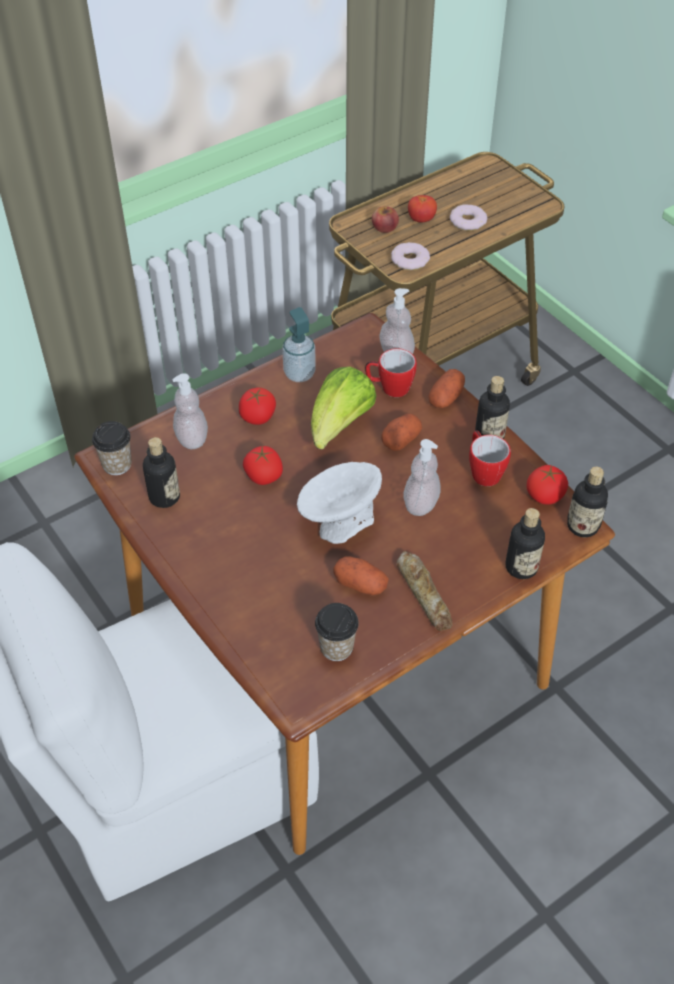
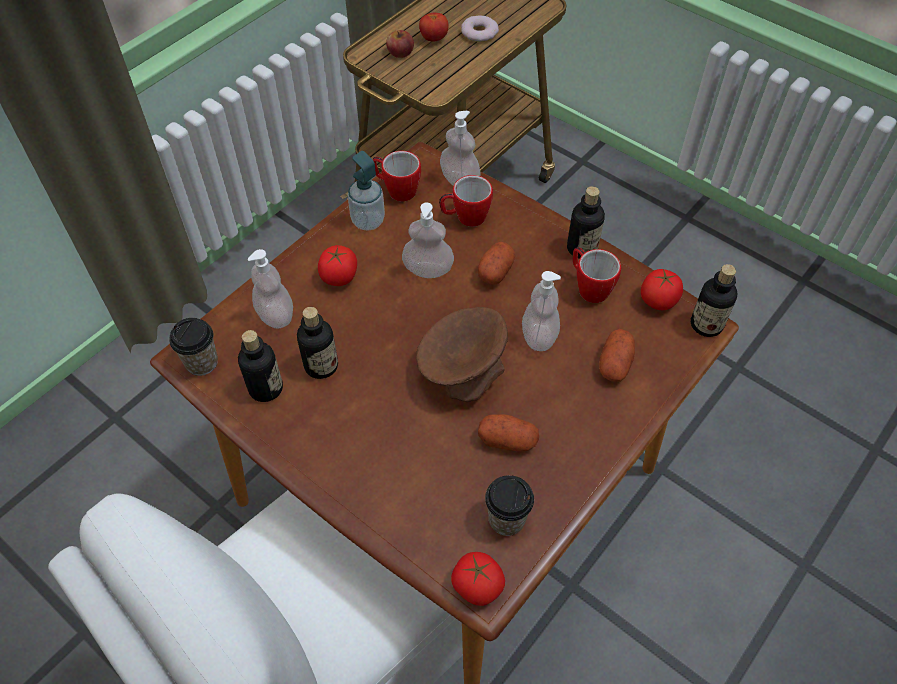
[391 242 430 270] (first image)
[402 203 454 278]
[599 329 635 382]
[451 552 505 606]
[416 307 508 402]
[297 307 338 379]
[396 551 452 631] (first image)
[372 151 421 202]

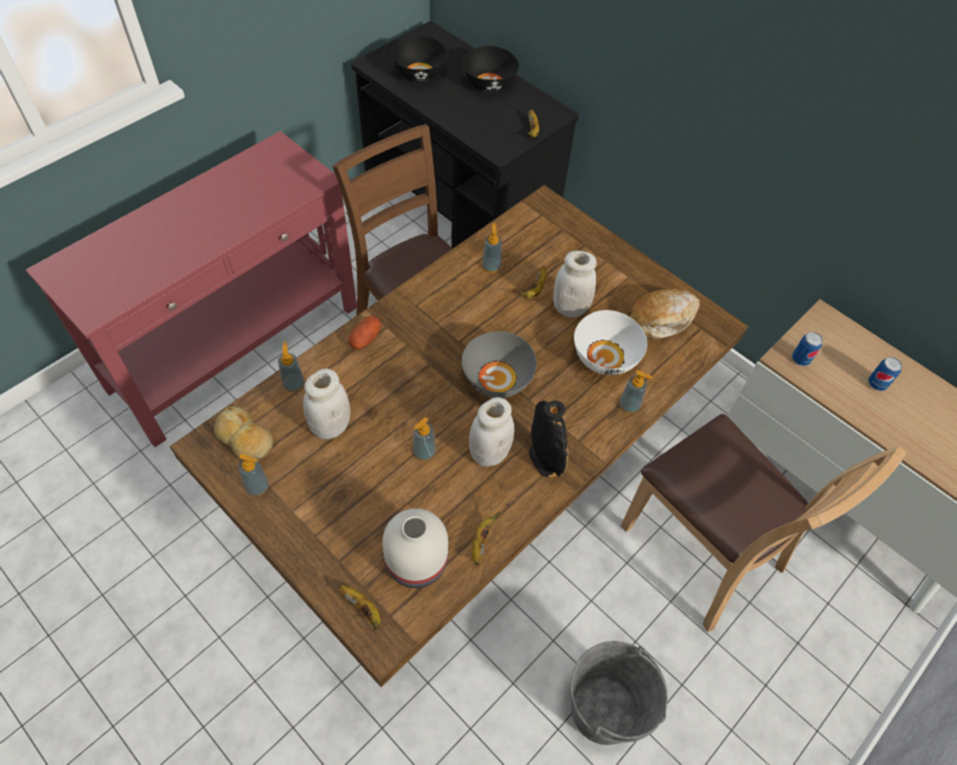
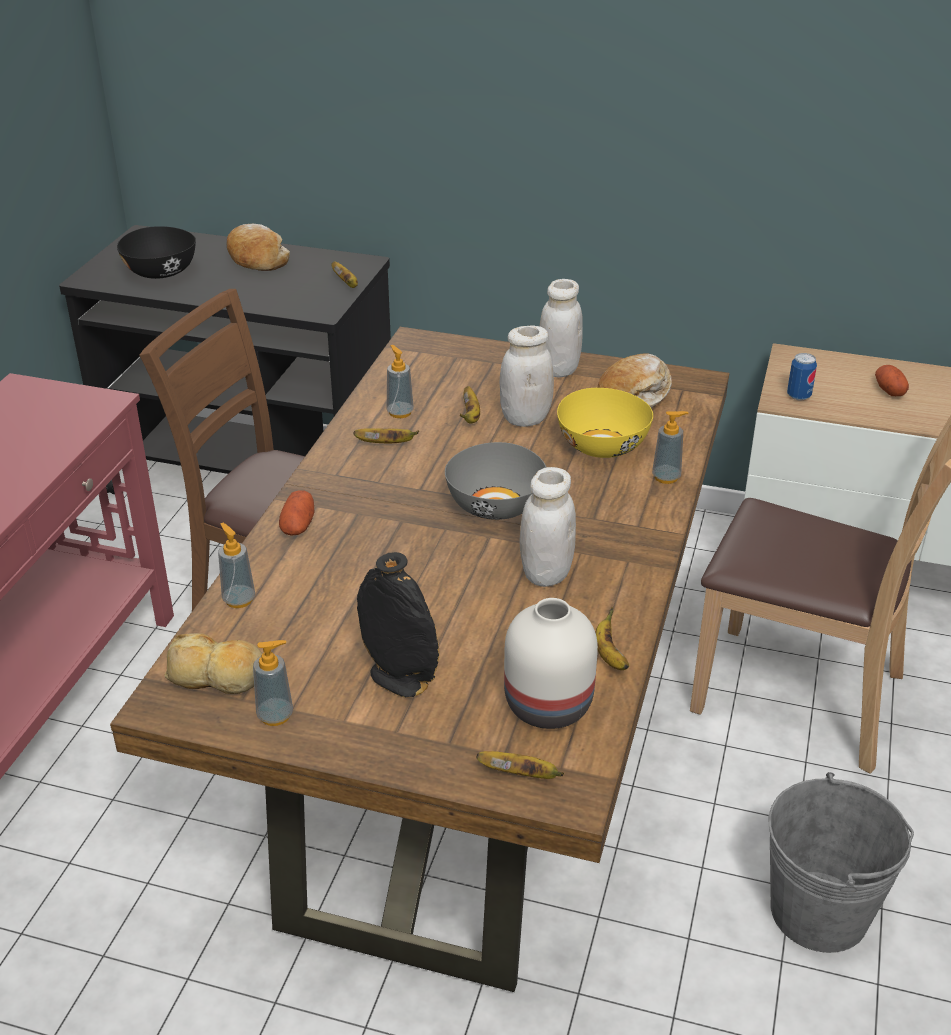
[227 224 290 271]
[557 388 653 458]
[875 365 909 396]
[540 279 583 378]
[357 552 440 698]
[413 417 436 461] (first image)
[354 428 419 443]

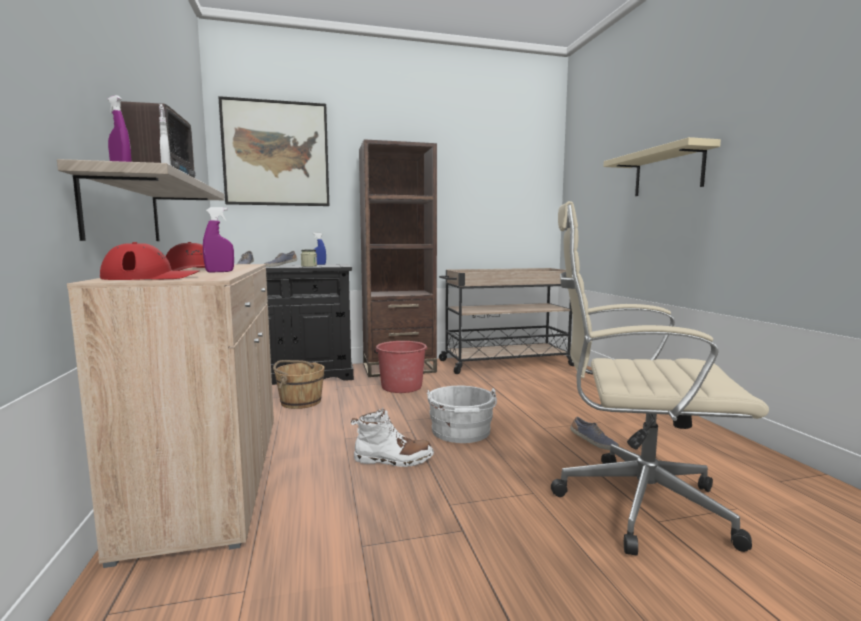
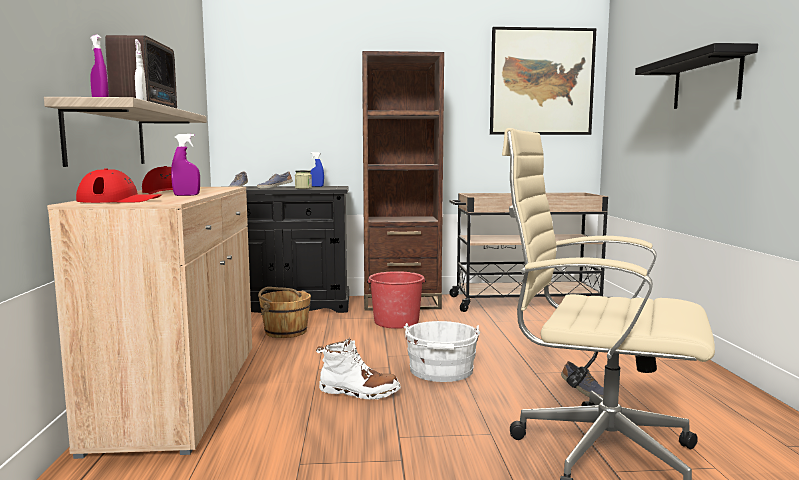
[490 27 596 135]
[635 43 758 109]

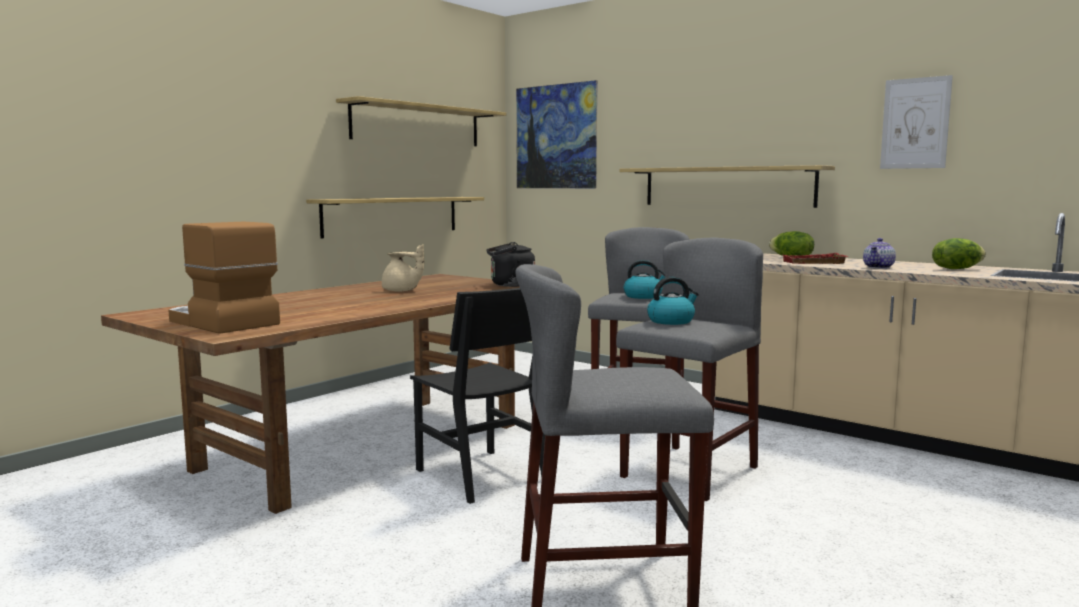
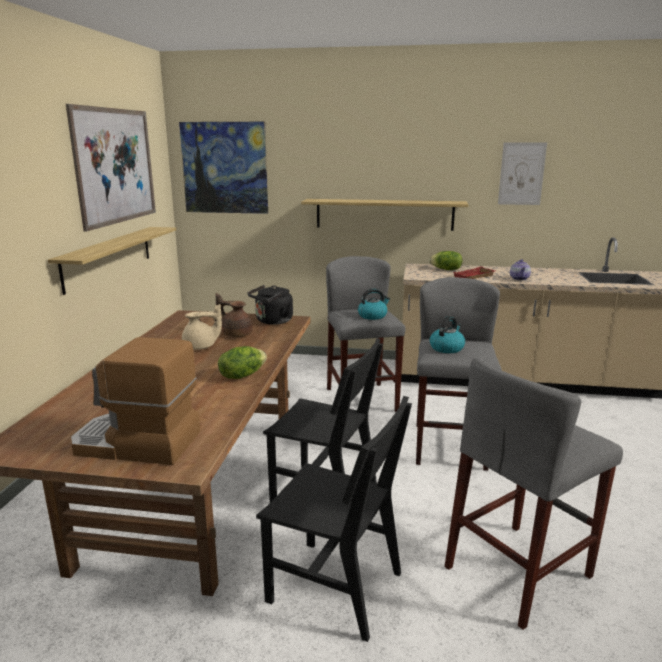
[66 104 156 232]
[218 346 267 379]
[215 293 253 337]
[256 396 412 642]

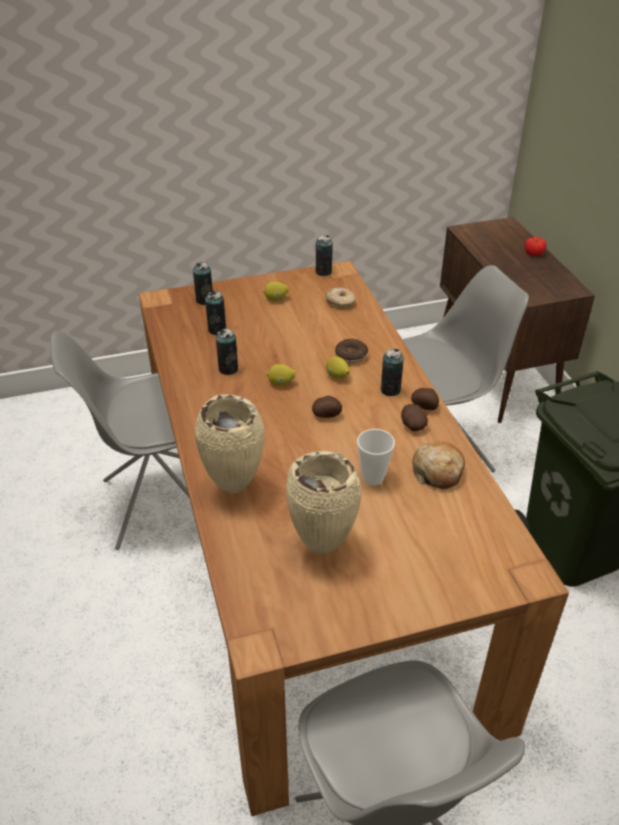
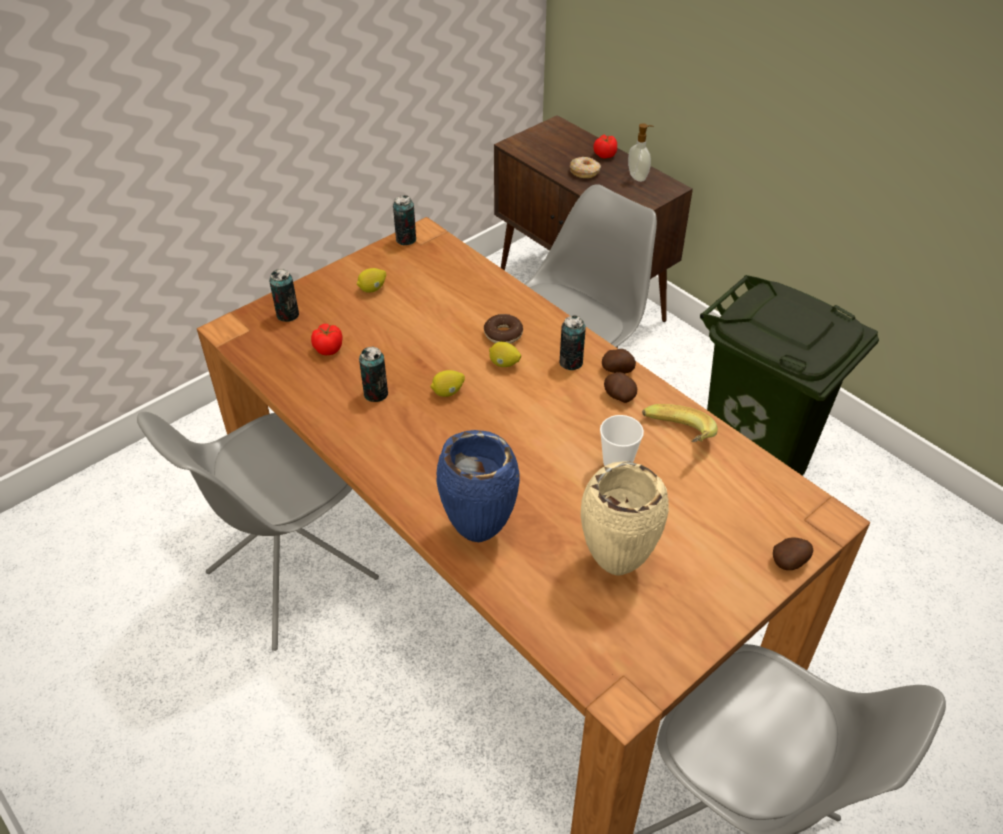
[570 157 601 178]
[311 324 343 356]
[437 430 520 542]
[773 537 813 570]
[642 404 718 443]
[628 123 653 182]

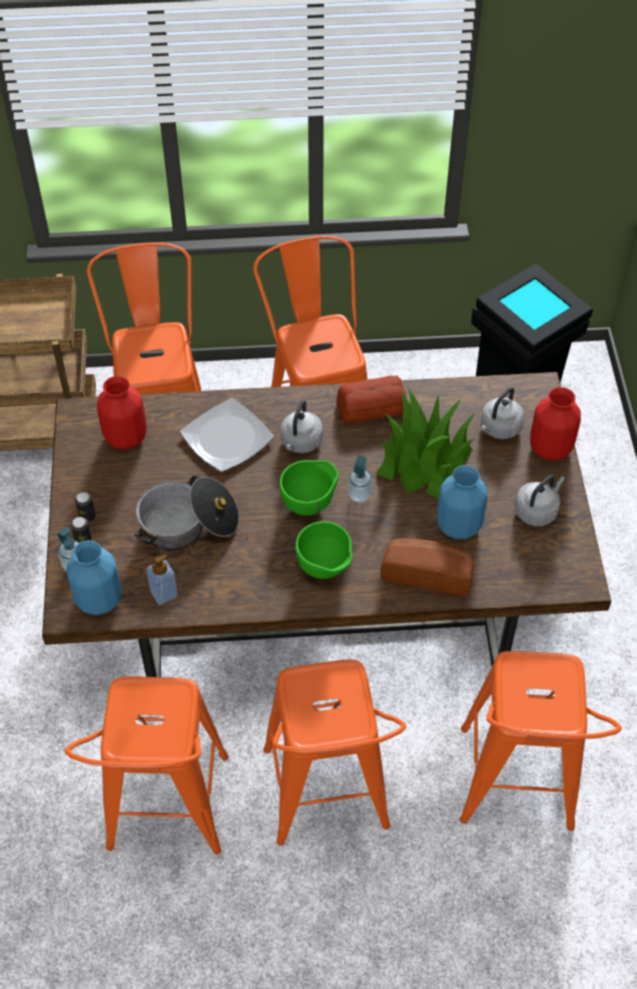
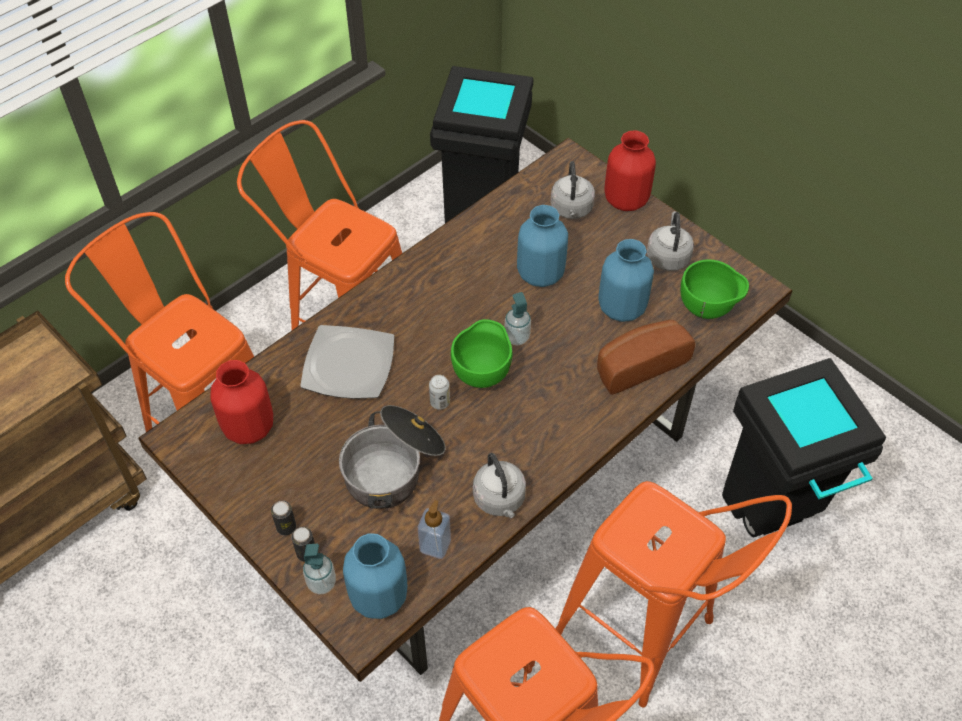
[337 376 406 423] (first image)
[517 205 568 287]
[473 453 526 518]
[681 260 749 319]
[722 358 886 537]
[429 375 450 410]

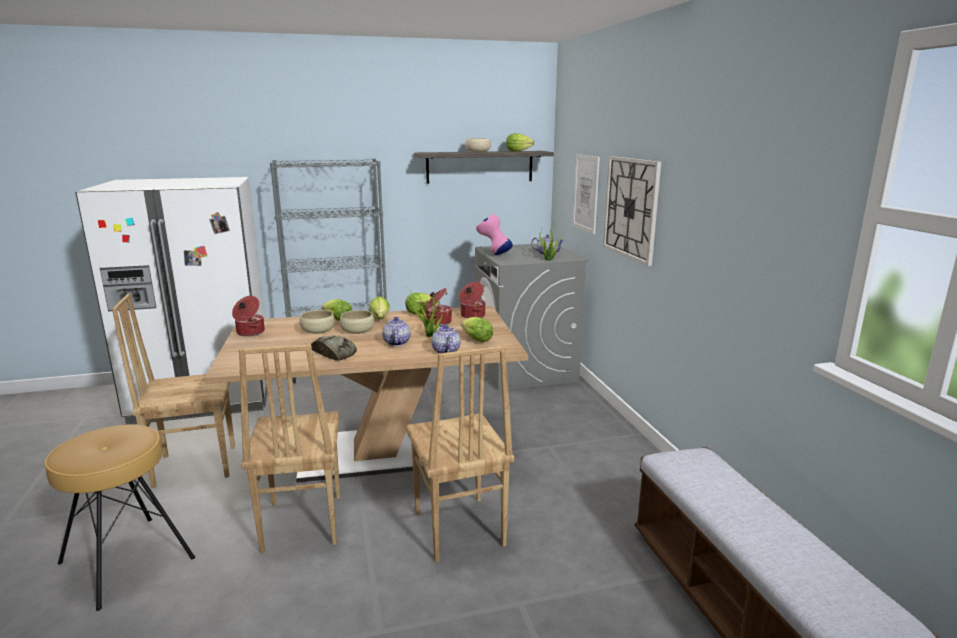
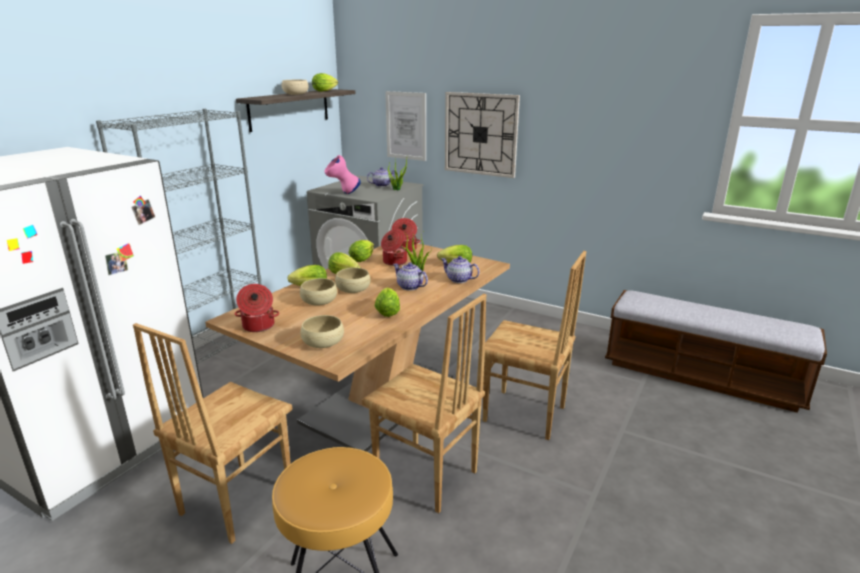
[375 287 400 317]
[300 315 344 348]

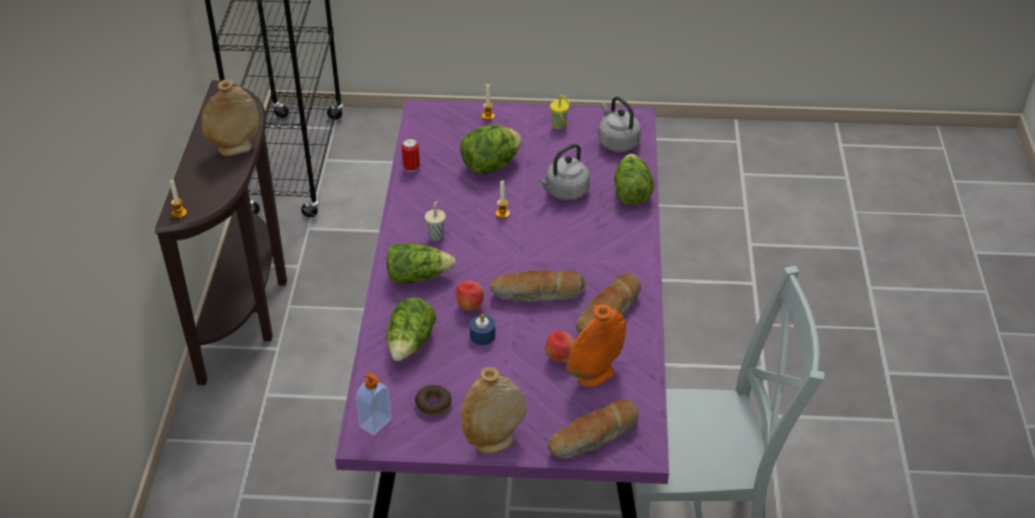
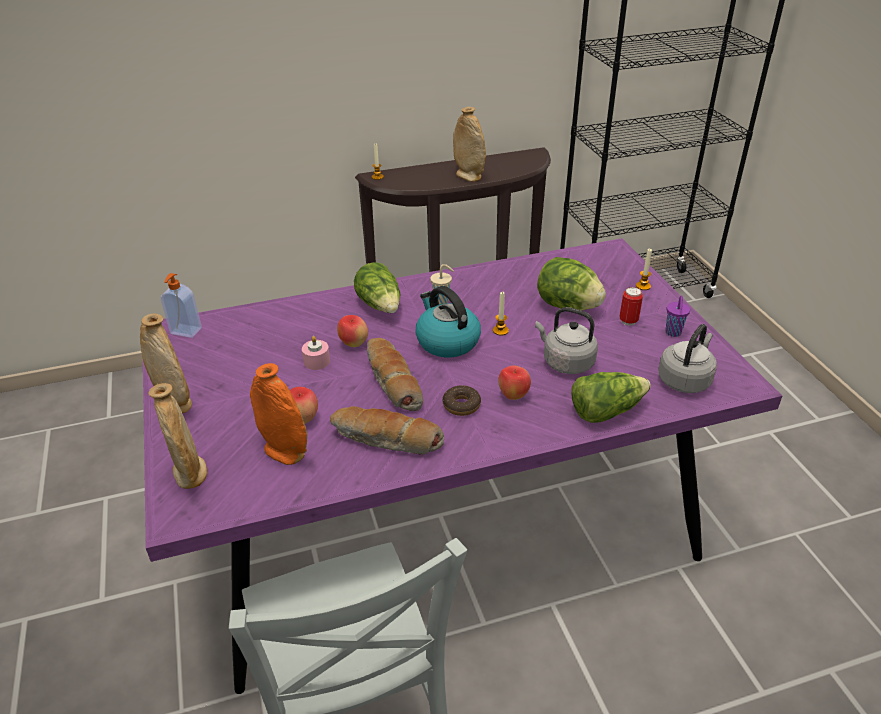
[665 295 690 337]
[619 287 643 326]
[387 297 436 361] (first image)
[302 336 330 370]
[443 385 481 416]
[148 383 207 489]
[415 286 481 357]
[498 366 531 400]

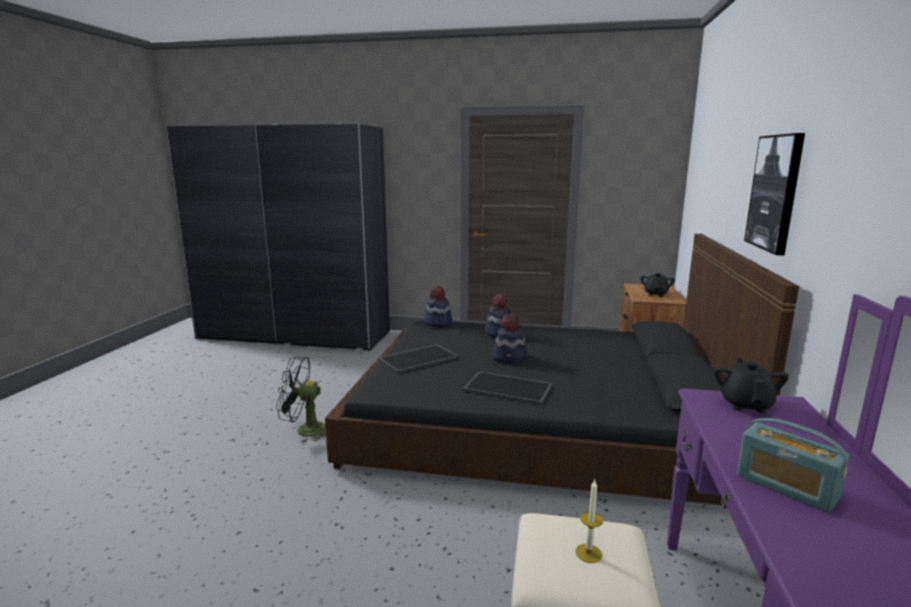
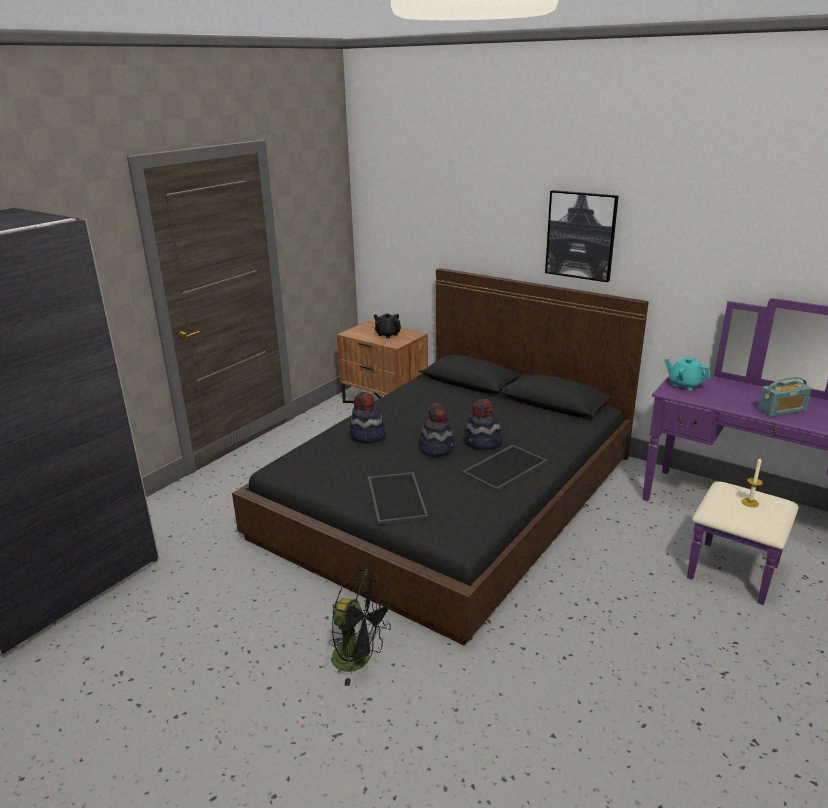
[464 399 503 450]
[328 569 393 686]
[664 357 711 391]

